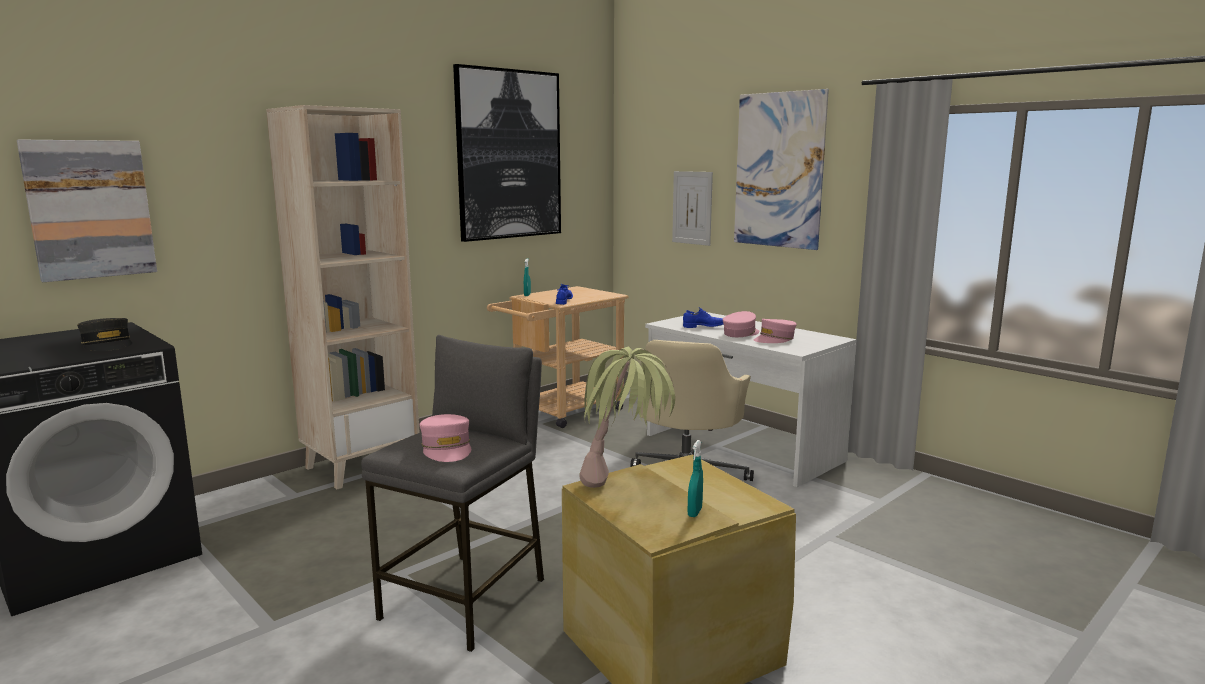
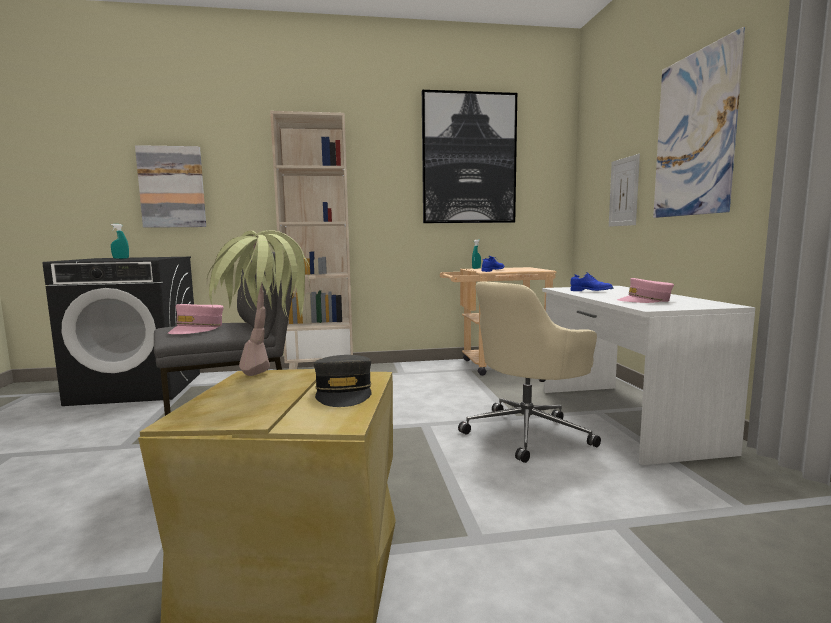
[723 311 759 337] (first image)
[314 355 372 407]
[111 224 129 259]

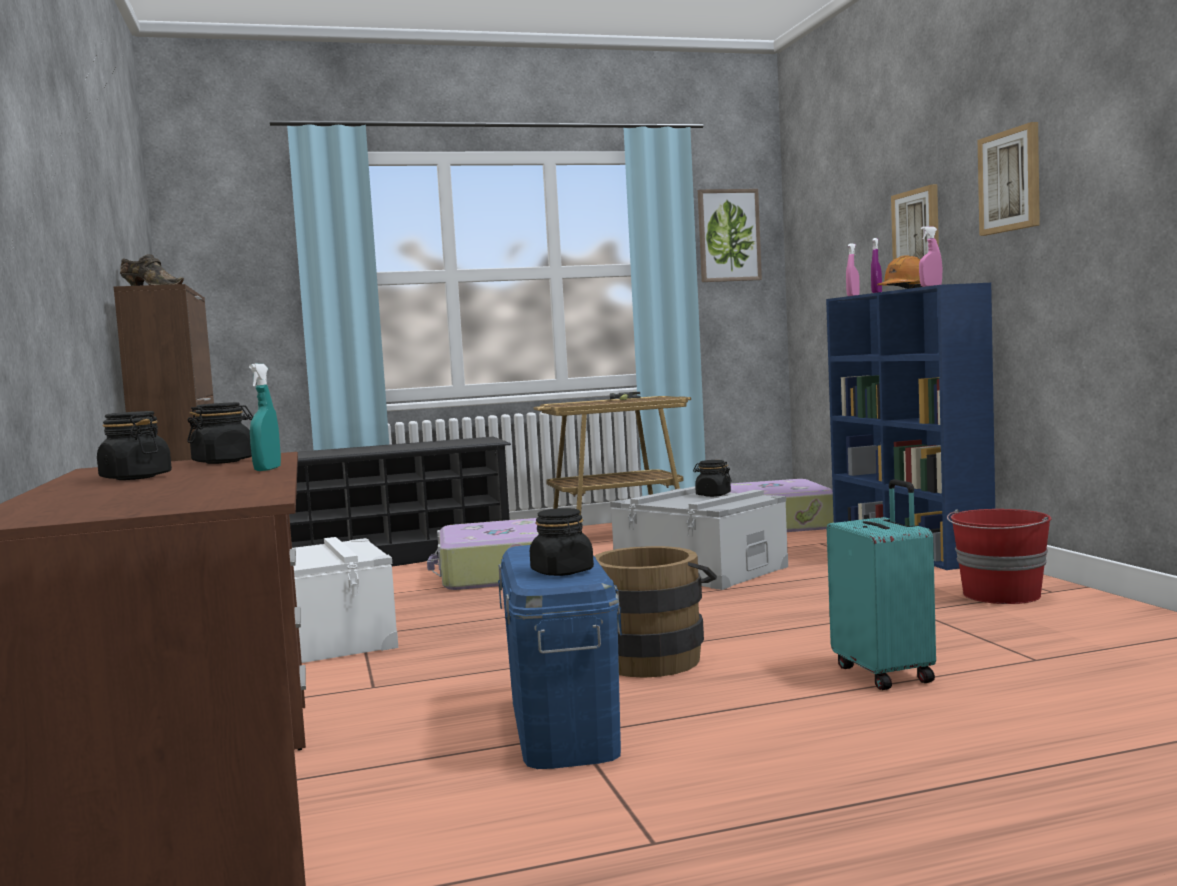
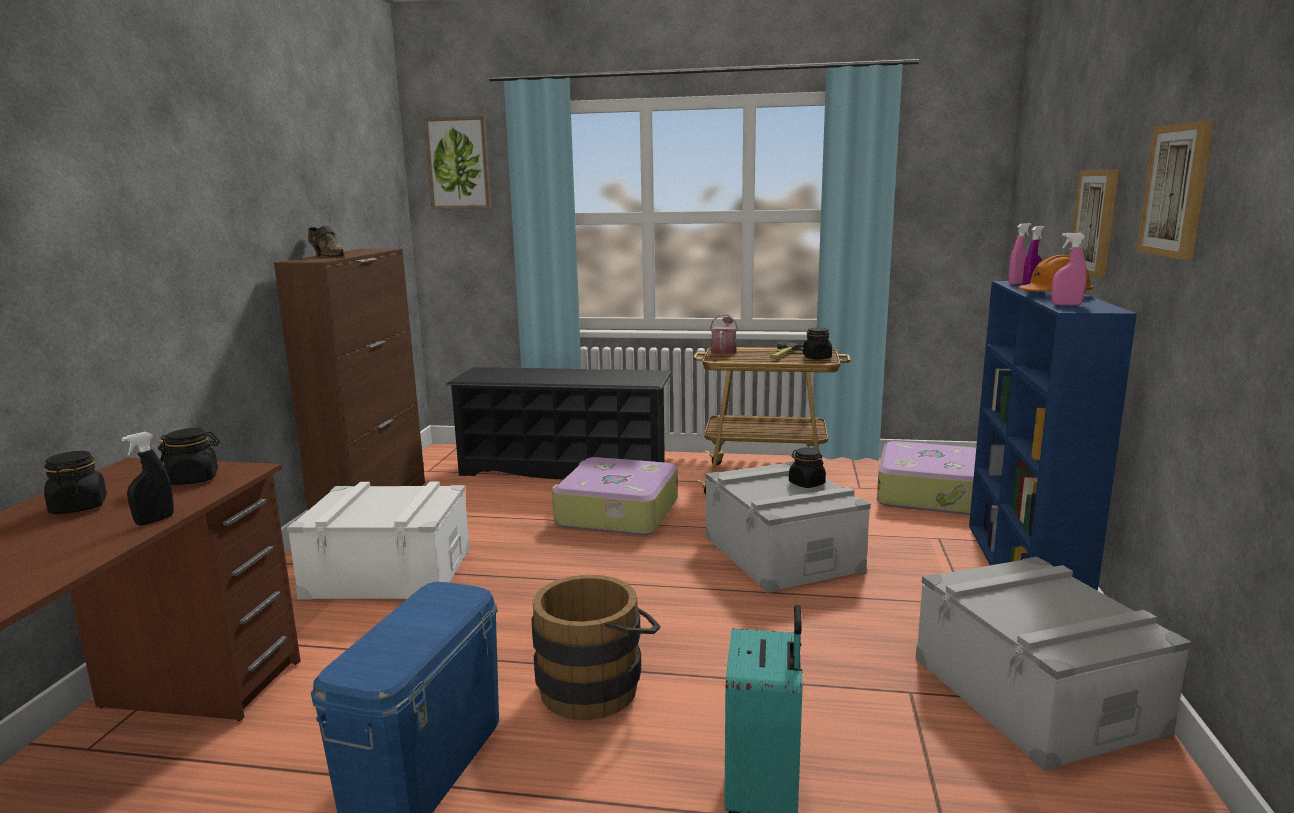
[424 116 491 209]
[122 432 174 526]
[803 328 832 360]
[916 556 1191 771]
[710 314 738 354]

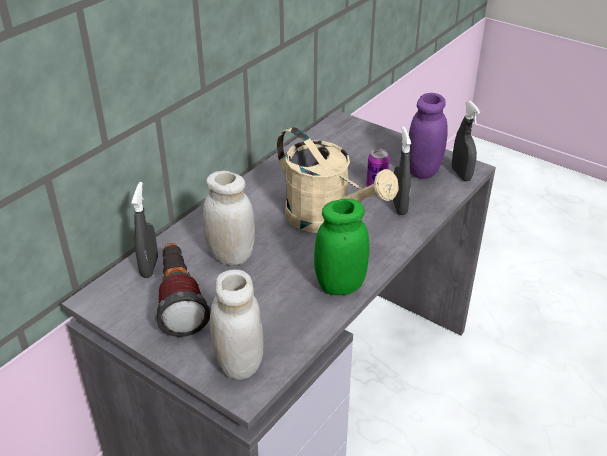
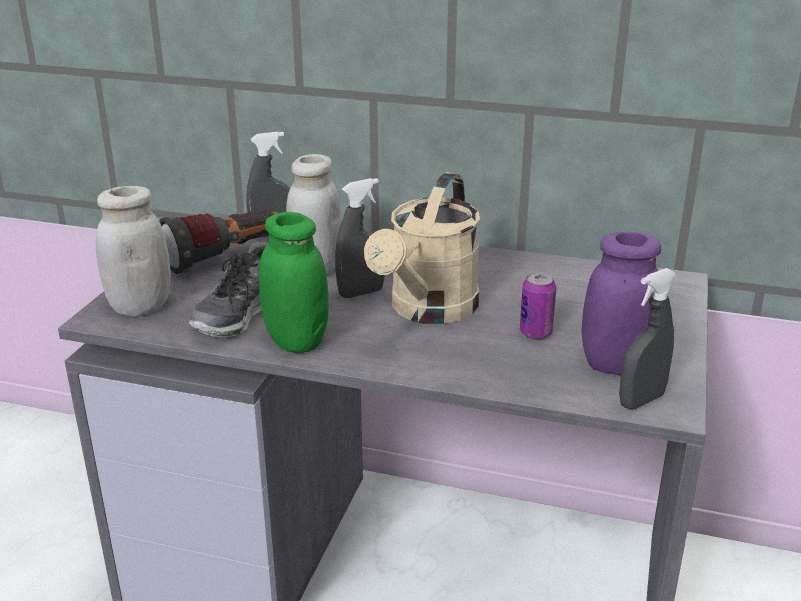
[335 178 385 298]
[189 242 268 338]

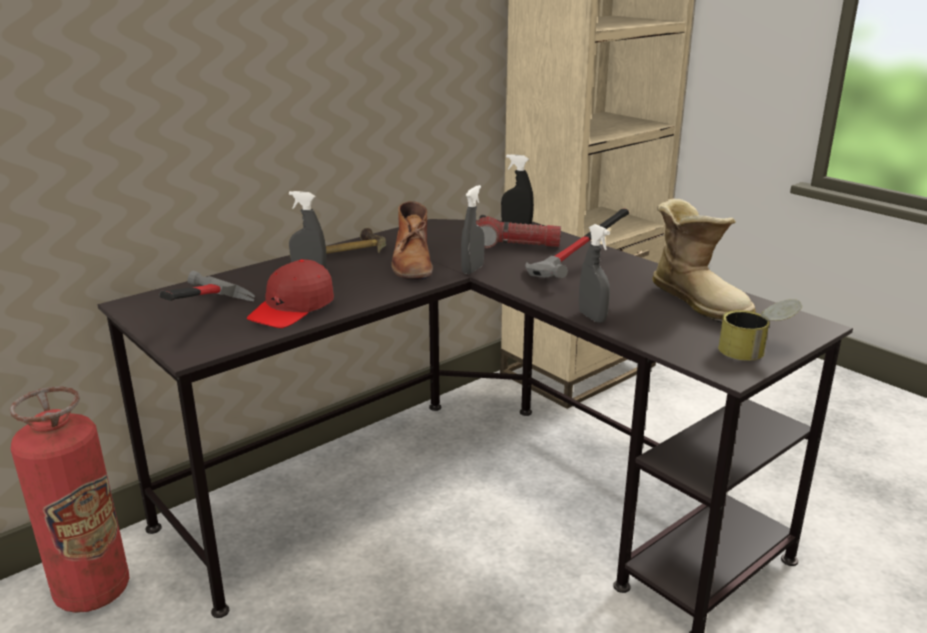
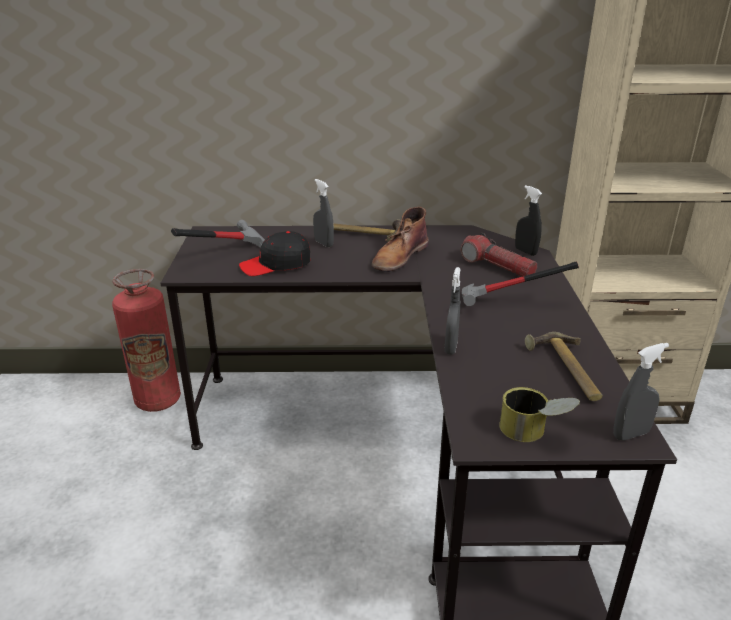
[613 343 669 441]
[525 332 603 401]
[239 231 311 276]

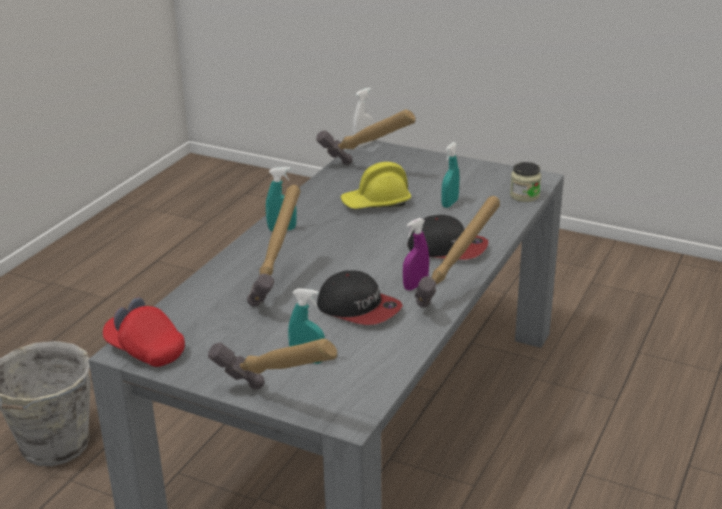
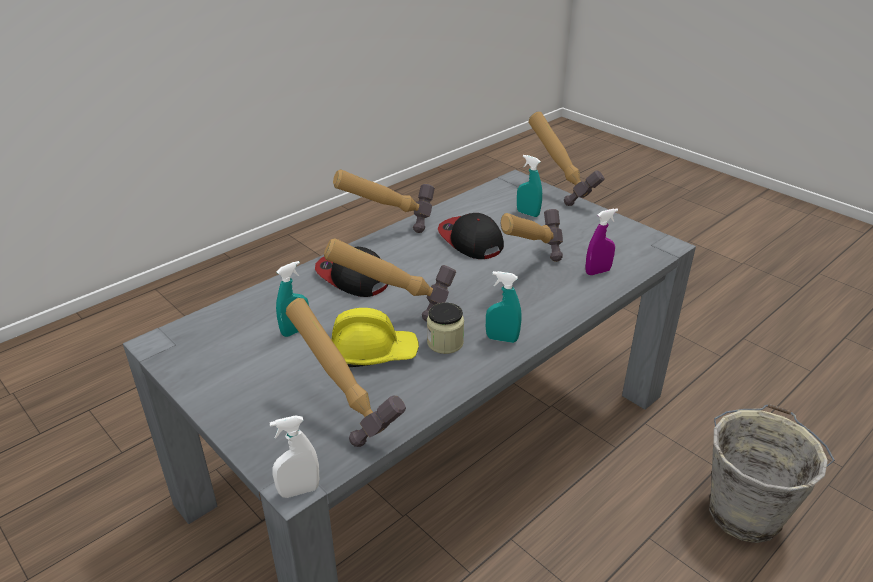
[427 302 464 354]
[585 208 618 275]
[103 297 185 367] (first image)
[324 238 456 322]

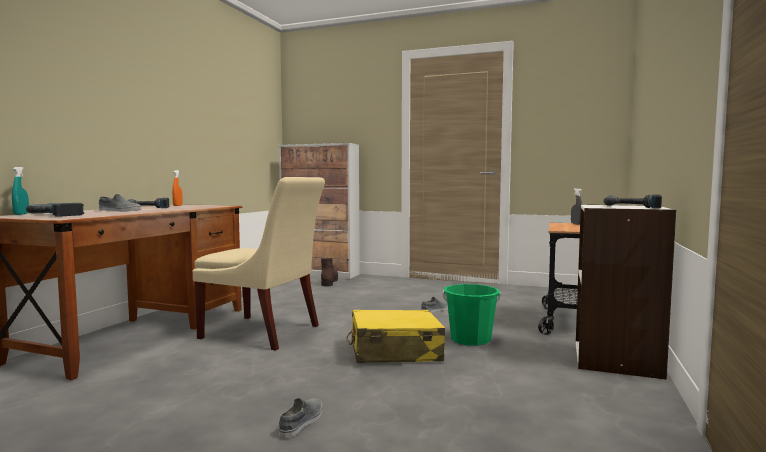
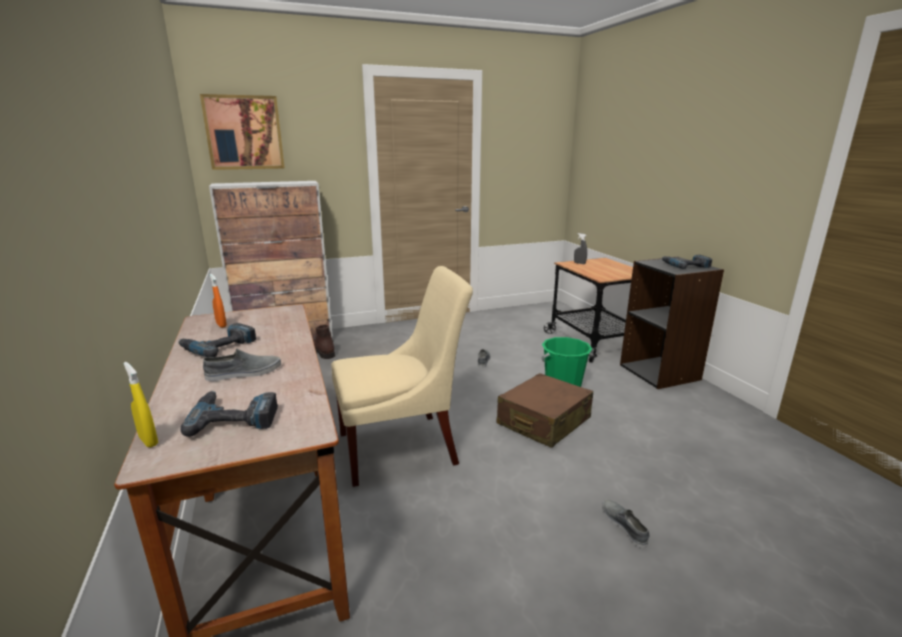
[123 362 158 447]
[620 257 724 389]
[497 373 593 448]
[200 94 285 170]

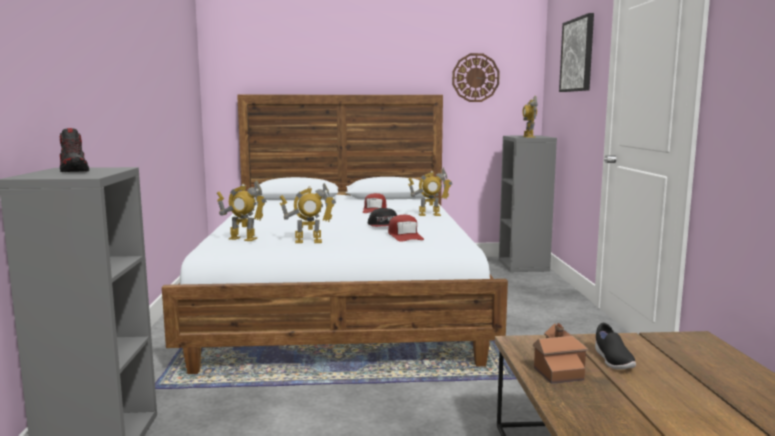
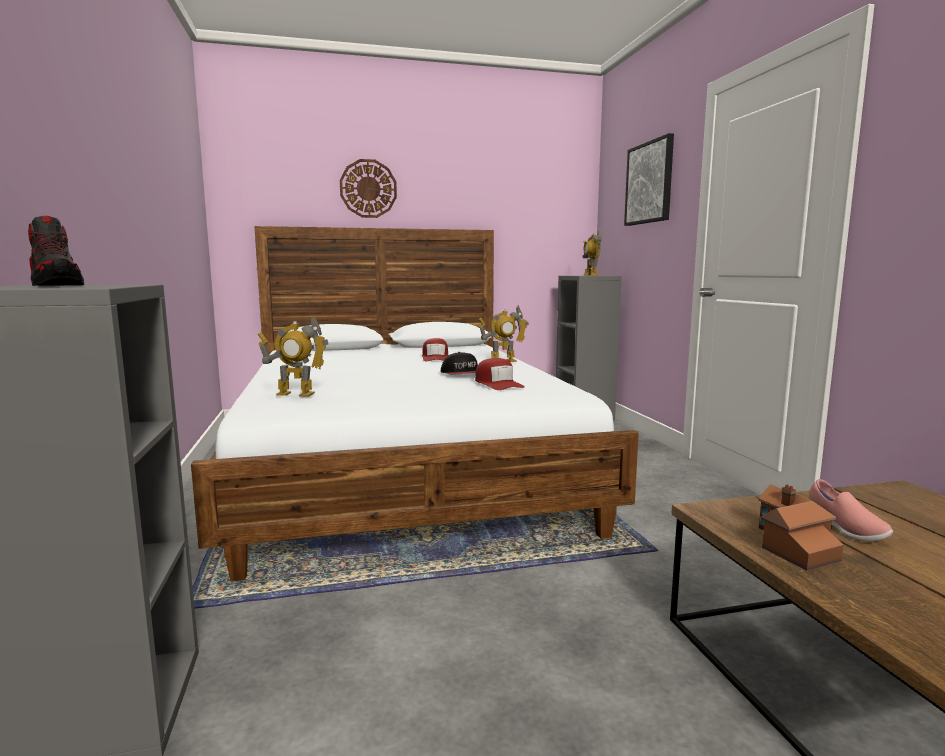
[340 159 397 218]
[280 183 336 243] (first image)
[809 479 893 541]

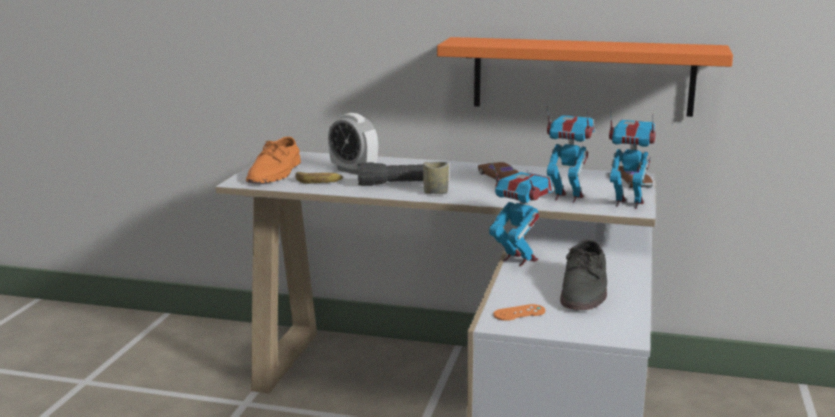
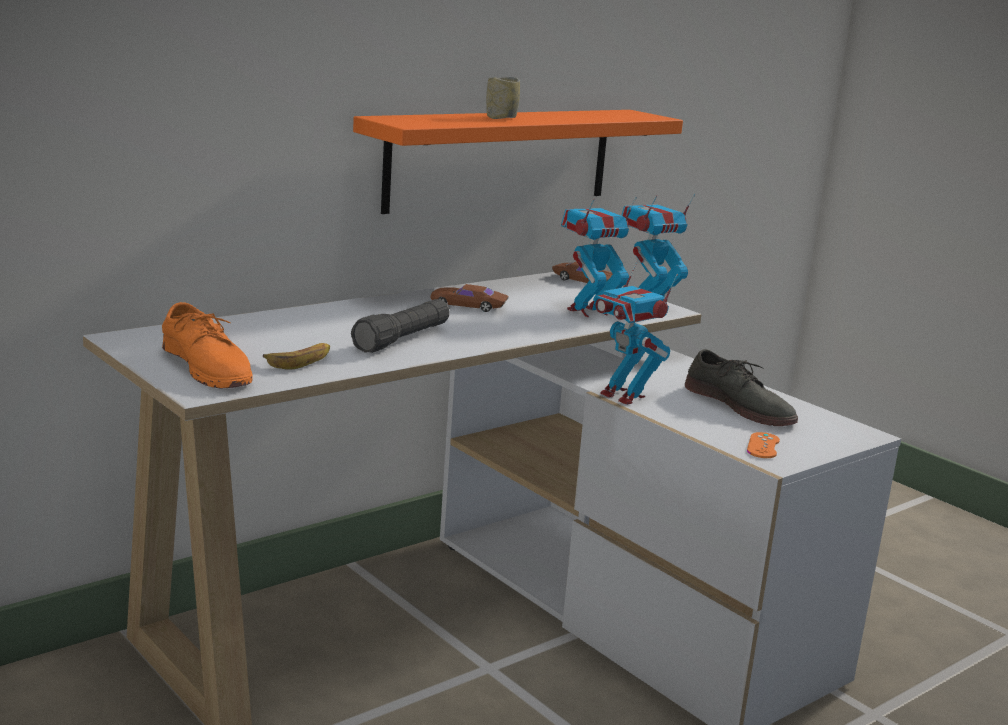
[328 113 378 175] (first image)
[486 77 520 119]
[592 261 678 405]

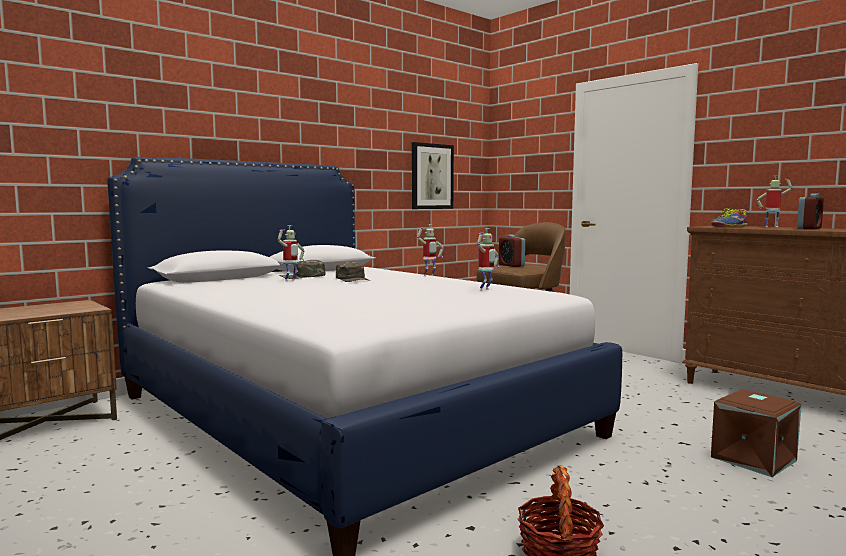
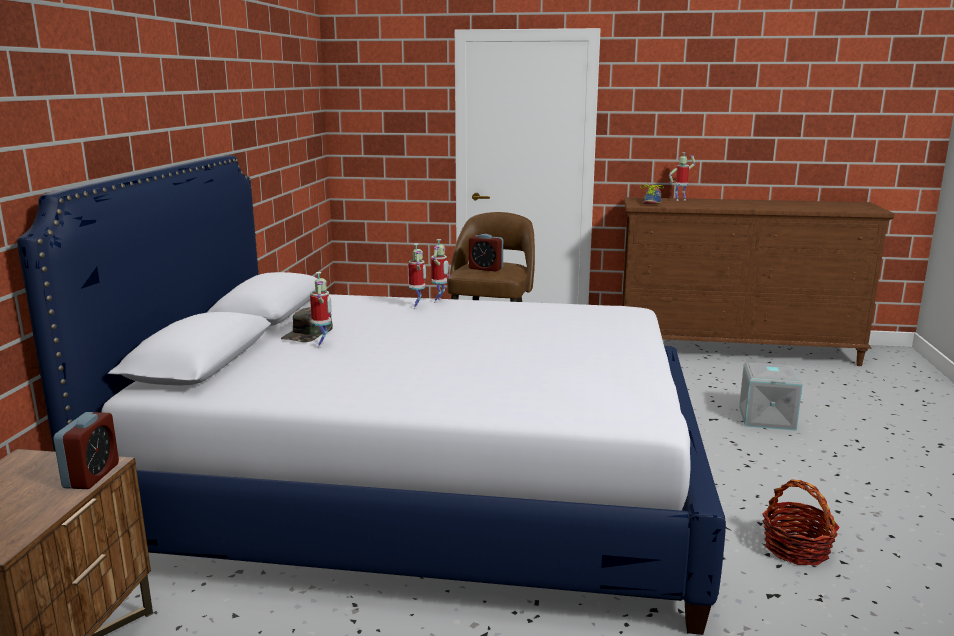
[412 142 454 209] (first image)
[53 412 119 489]
[408 244 426 309]
[336 261 370 282] (first image)
[739 363 803 431]

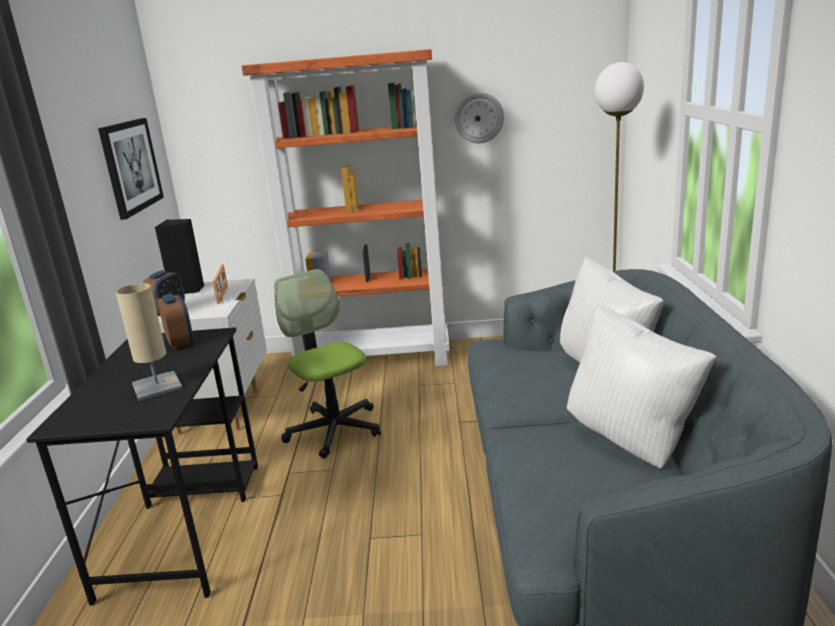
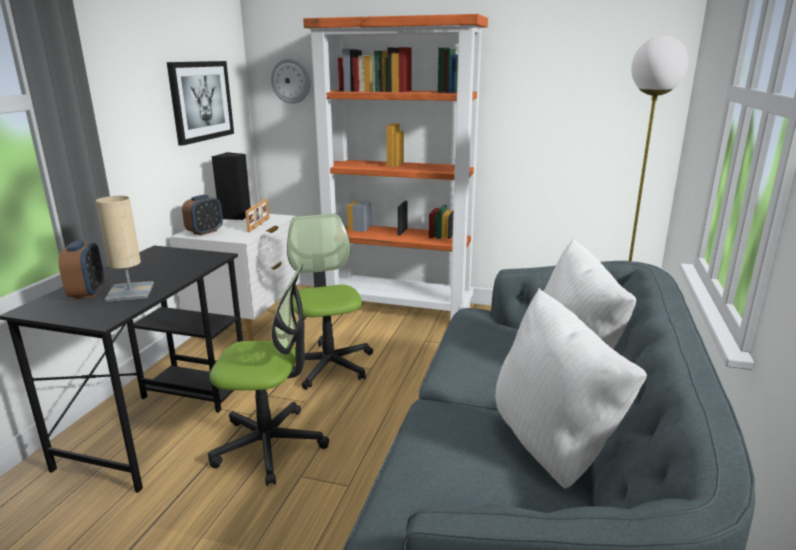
[271 58 311 104]
[58 240 104 299]
[208 264 329 486]

